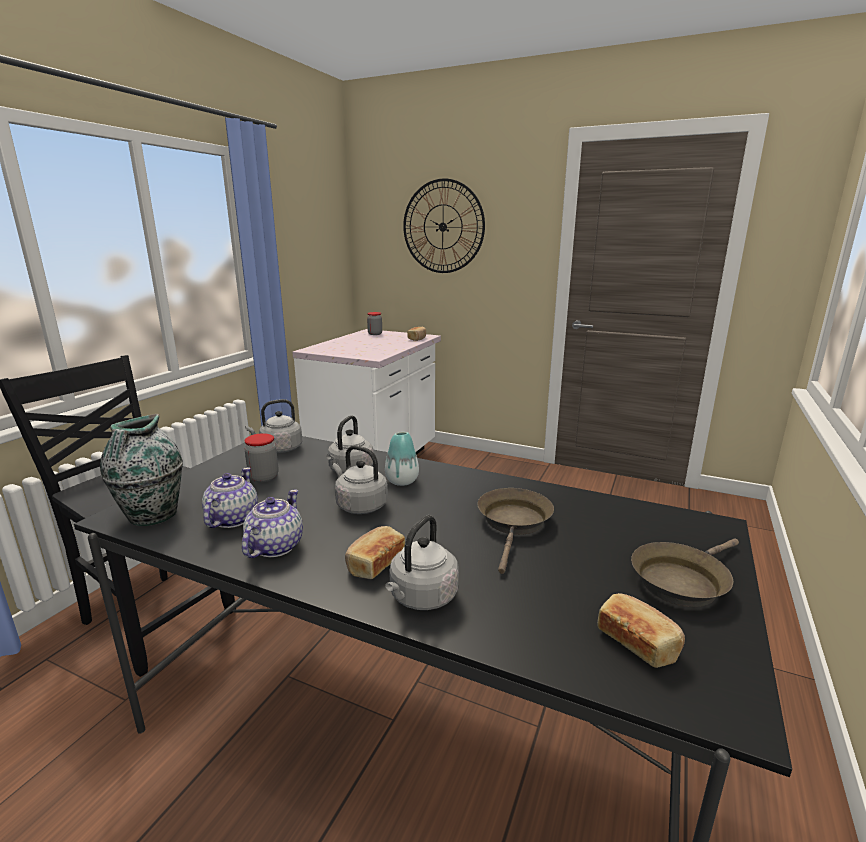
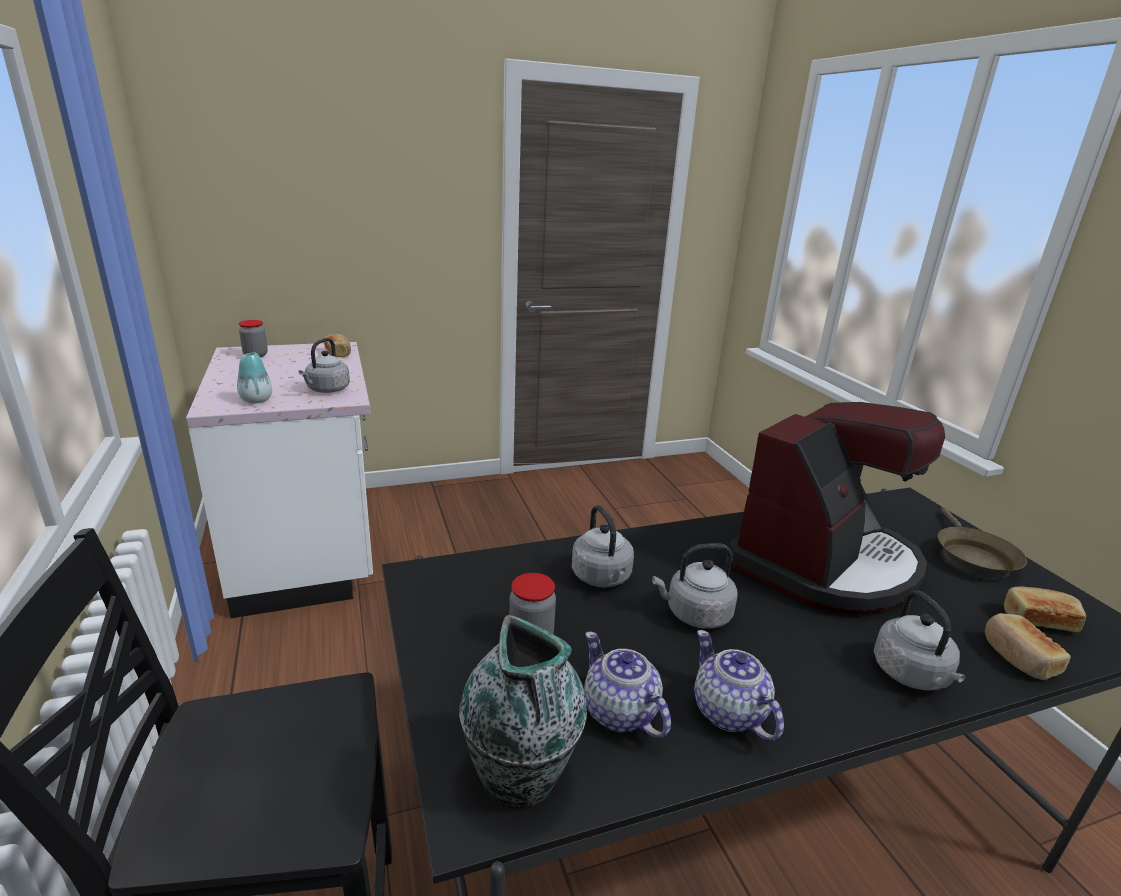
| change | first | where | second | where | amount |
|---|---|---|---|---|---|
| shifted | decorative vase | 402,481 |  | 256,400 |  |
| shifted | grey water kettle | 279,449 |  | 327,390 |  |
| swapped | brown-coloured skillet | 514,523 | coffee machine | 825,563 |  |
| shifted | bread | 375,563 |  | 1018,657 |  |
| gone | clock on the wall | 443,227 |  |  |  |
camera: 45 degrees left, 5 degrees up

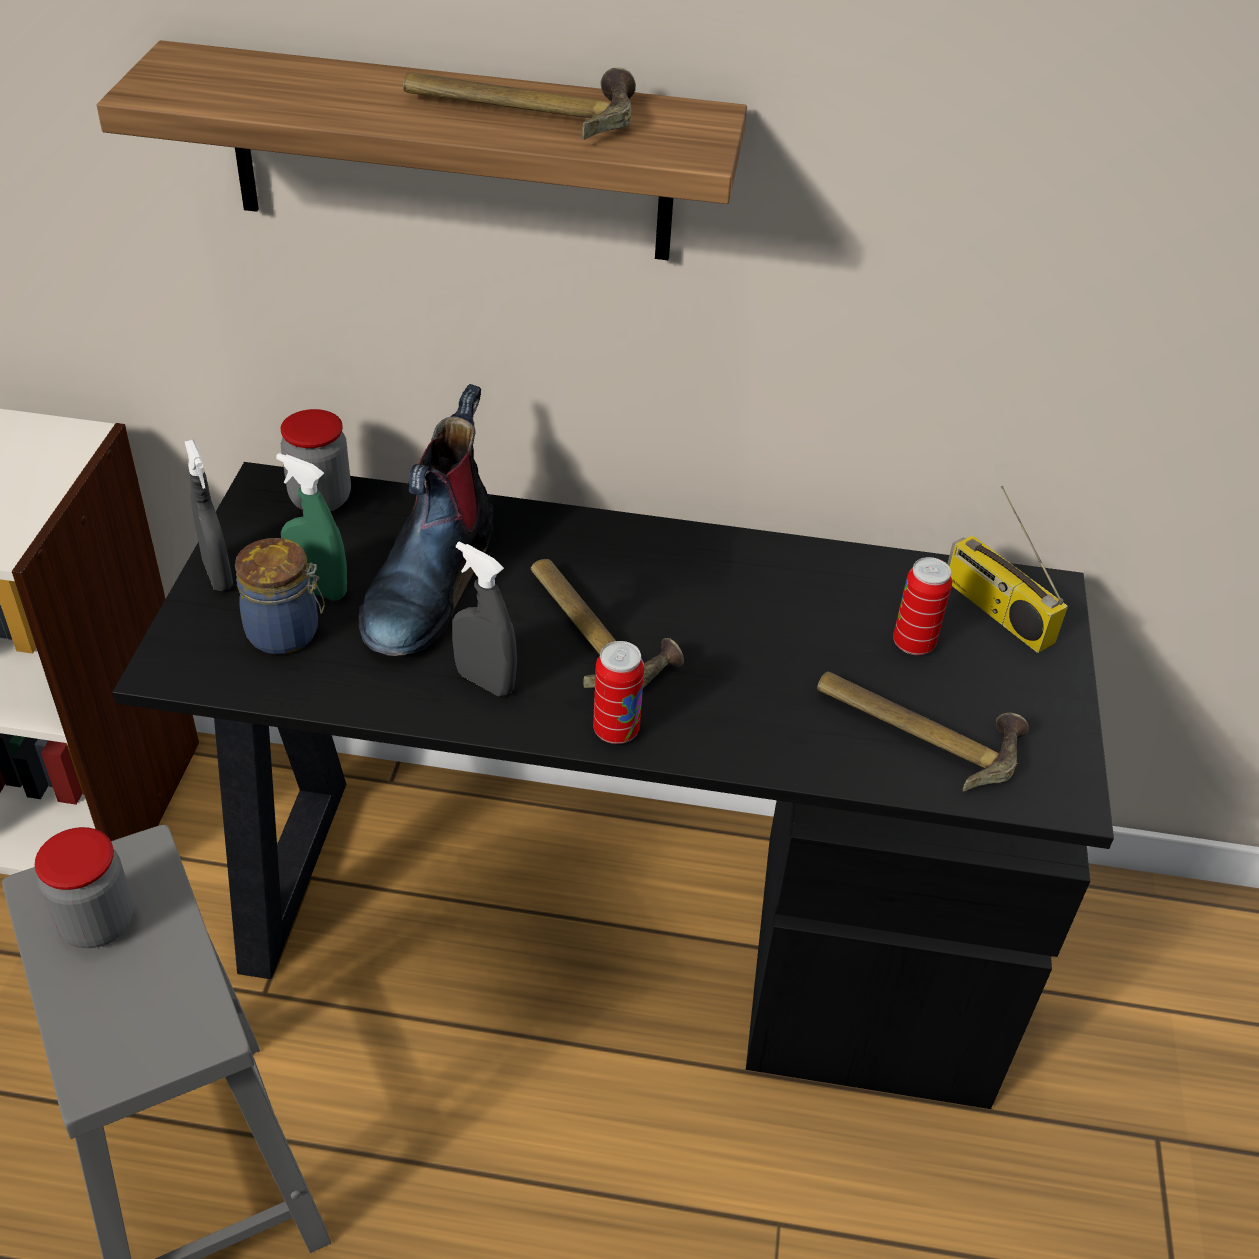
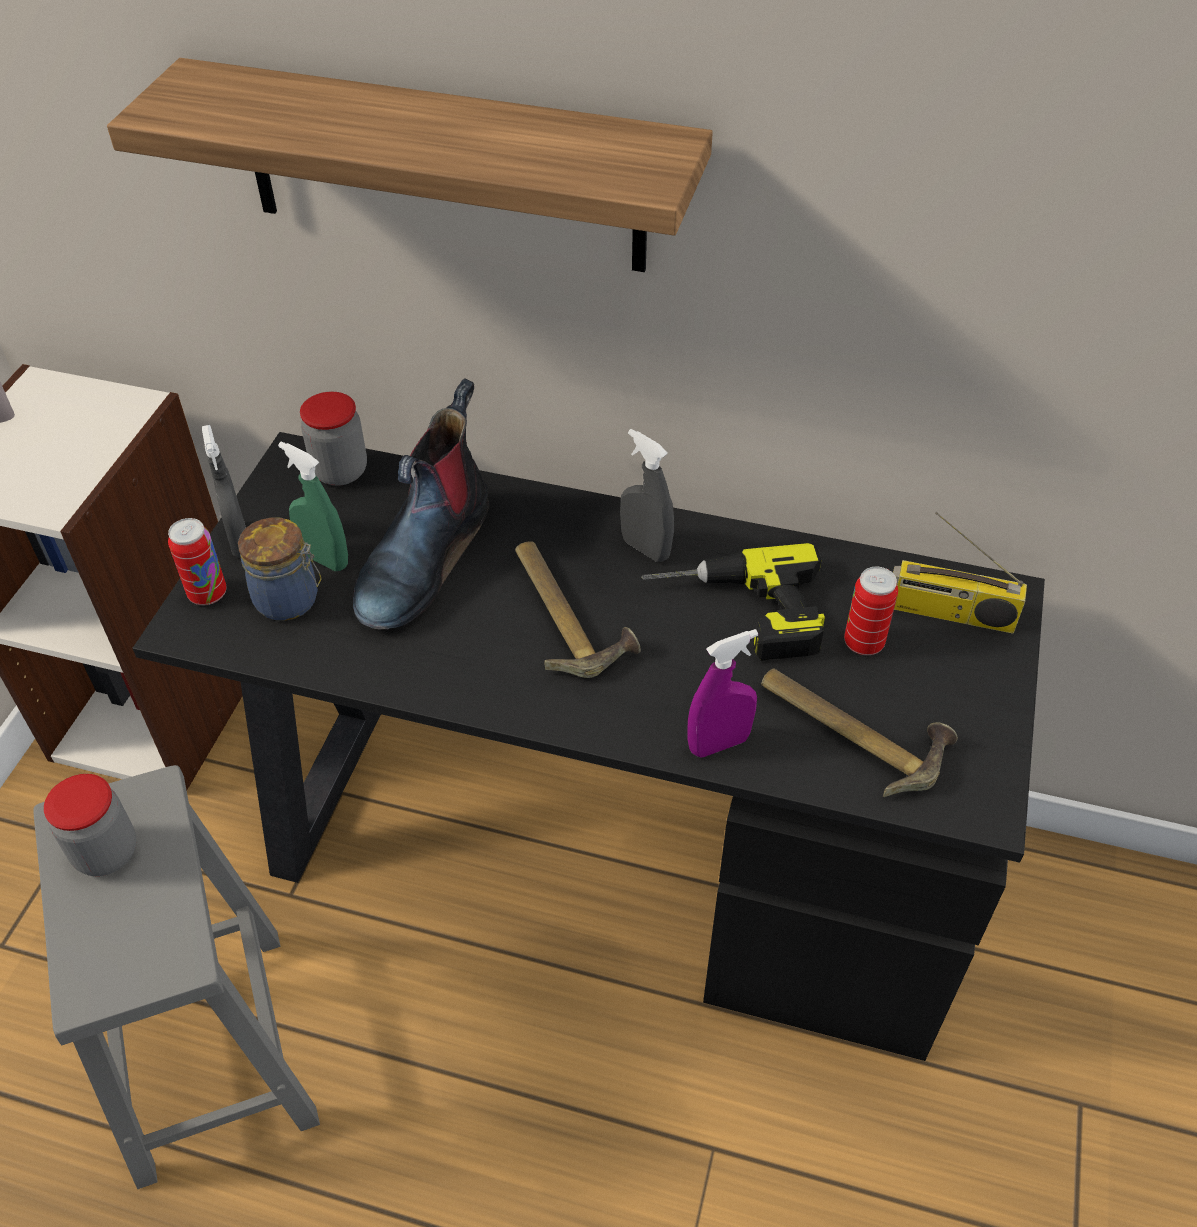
| change | first | where | second | where | amount |
|---|---|---|---|---|---|
| shifted | metal can | 616,730 |  | 207,594 |  |
| shifted | grey hand sprayer | 485,681 |  | 645,548 |  |
| new |  |  | drill | 738,614 |  |
| new |  |  | purplish hand sprayer | 718,744 |  |
| rotated | radio receiver | 995,610 |  | 949,613 | 45 degrees counterclockwise |
| gone | hand hammer | 520,109 |  |  |  |
camera: 10 degrees right, 5 degrees up

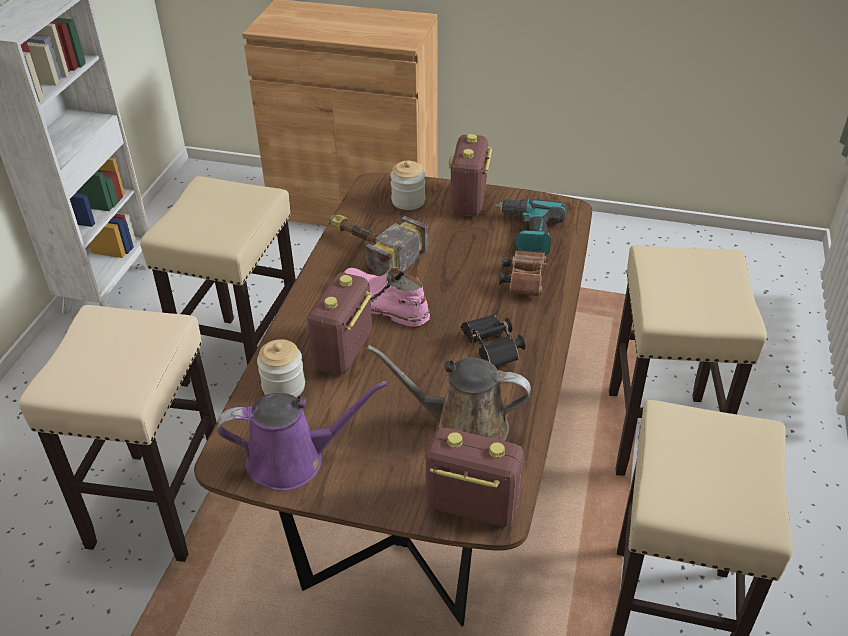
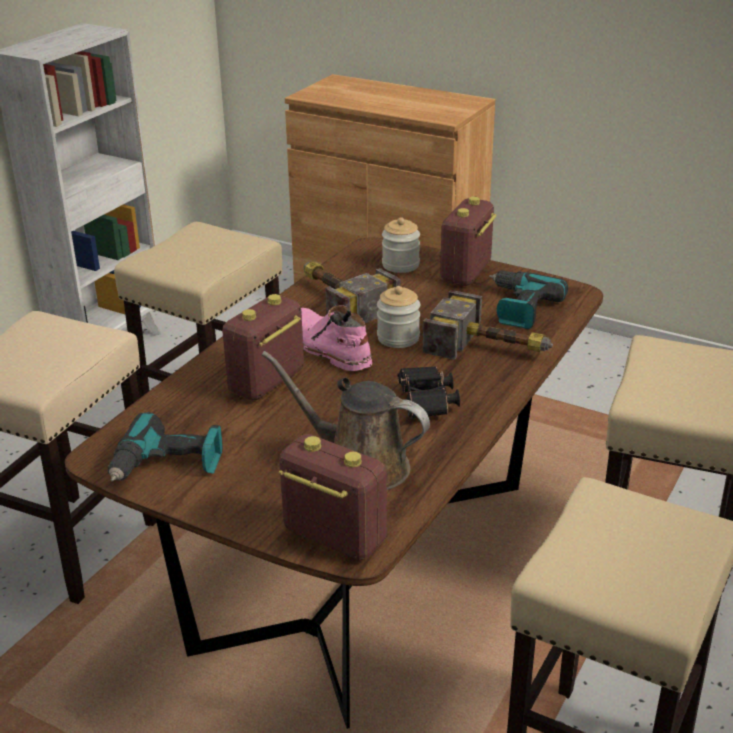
| change | first | where | second | where | amount |
|---|---|---|---|---|---|
| swapped | purplish sprinkling can | 293,460 | drill | 167,465 |  |
| shifted | preserve jar | 283,387 |  | 398,338 |  |
| swapped | brown-coloured field glasses | 523,280 | hand hammer | 492,348 |  |
camera: 15 degrees right, 10 degrees down

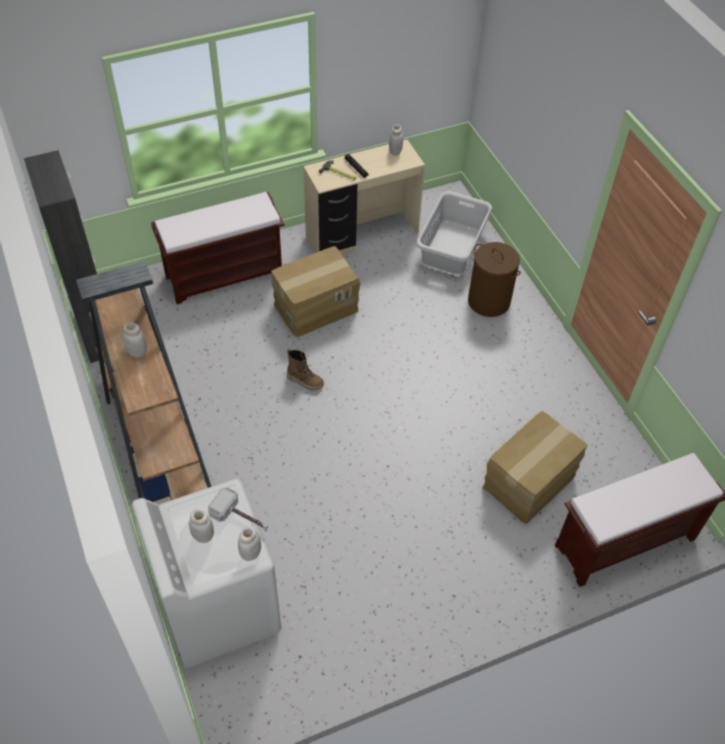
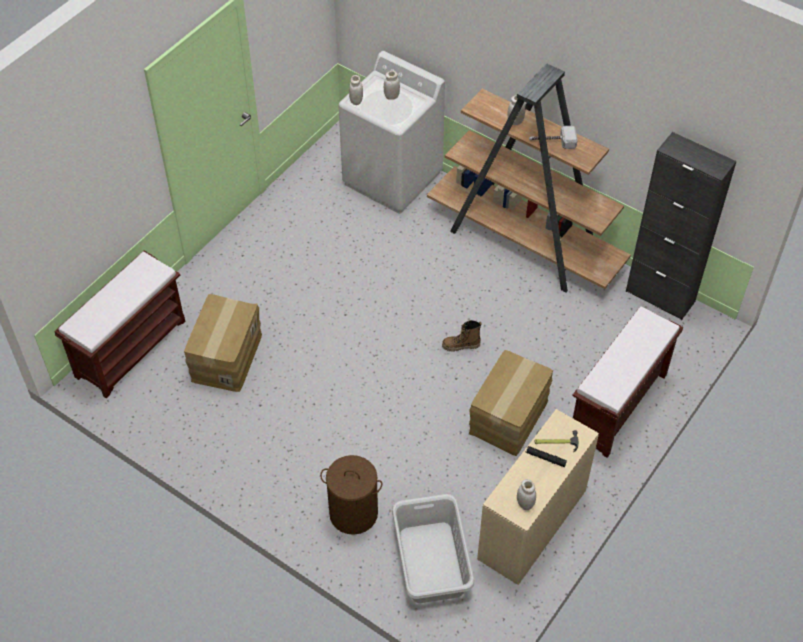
| change | first | where | second | where | amount |
|---|---|---|---|---|---|
| shifted | hand hammer | 241,517 |  | 552,142 |  |
camera: 150 degrees right, 0 degrees up

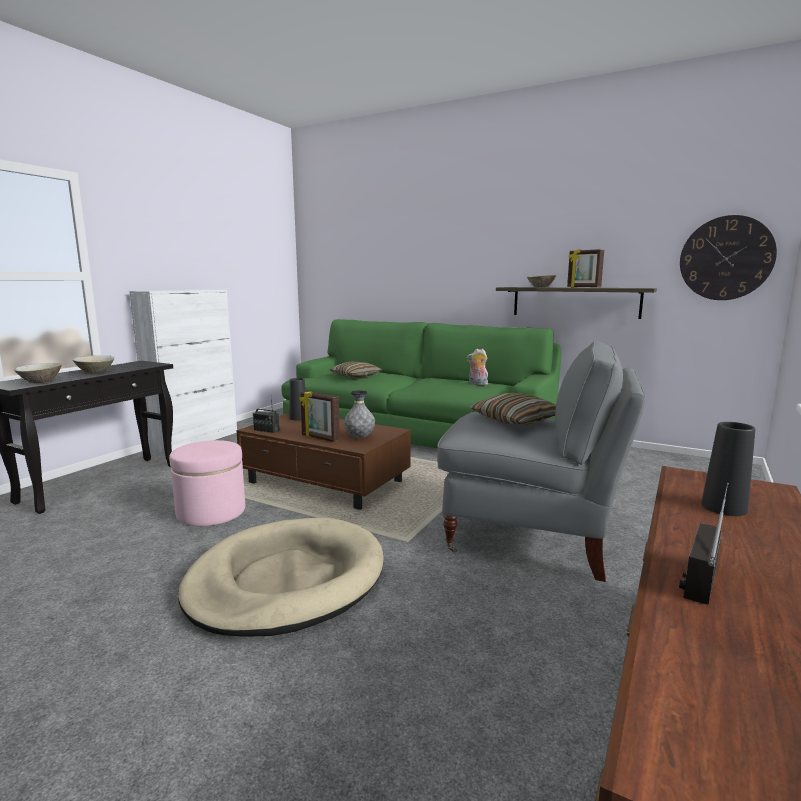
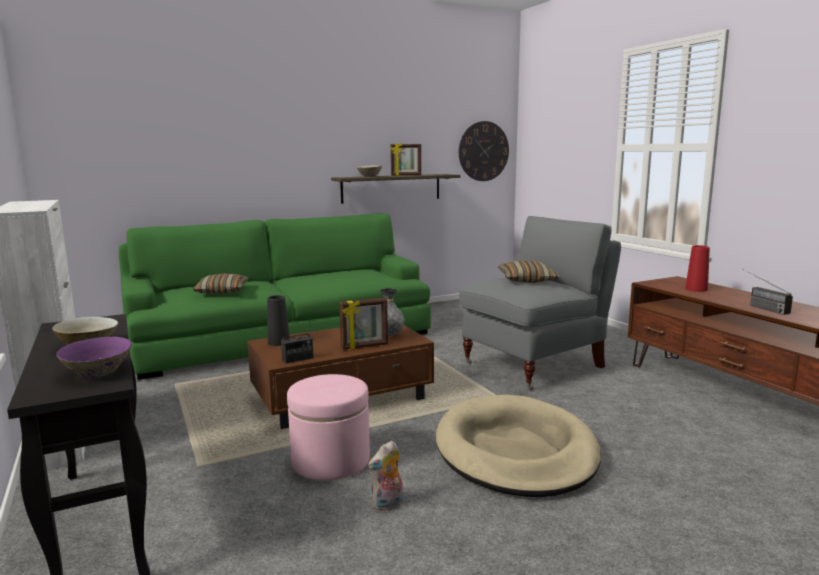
| change | first | where | second | where | amount |
|---|---|---|---|---|---|
| repainted | beige bowl | 40,381 | purplish bowl | 98,372 |  |
| shifted | plush toy | 477,384 |  | 388,505 |  |
| repainted | blackish decorative vase | 724,507 | reddish decorative vase | 696,289 |  |
camera: 55 degrees left, 0 degrees up

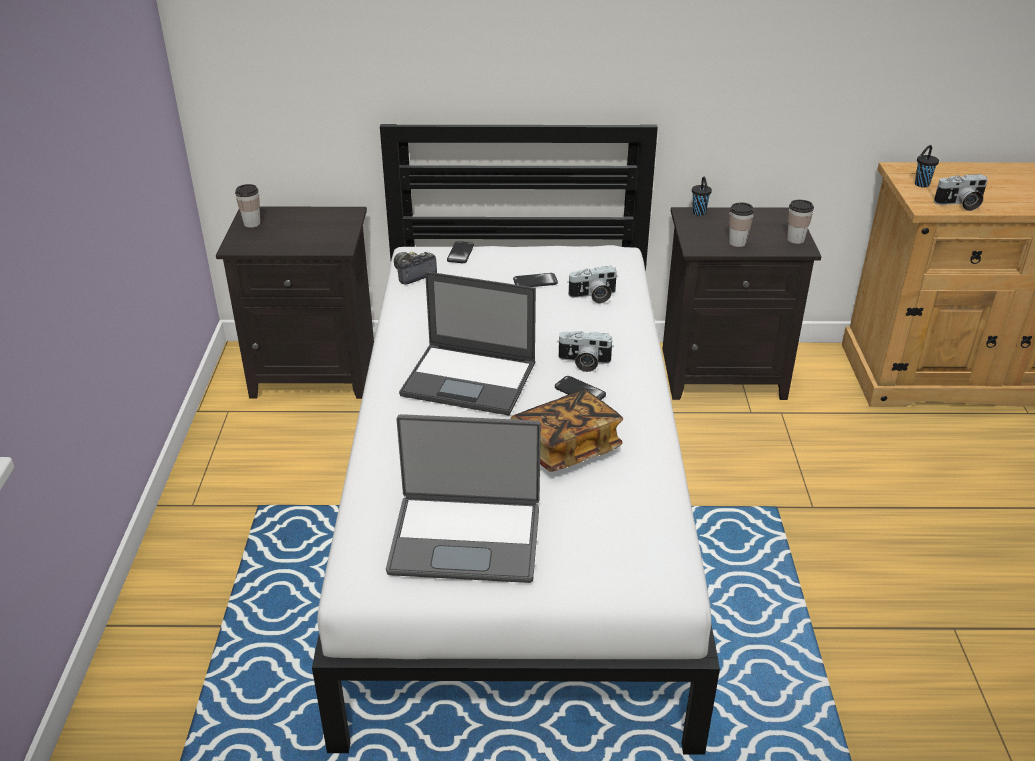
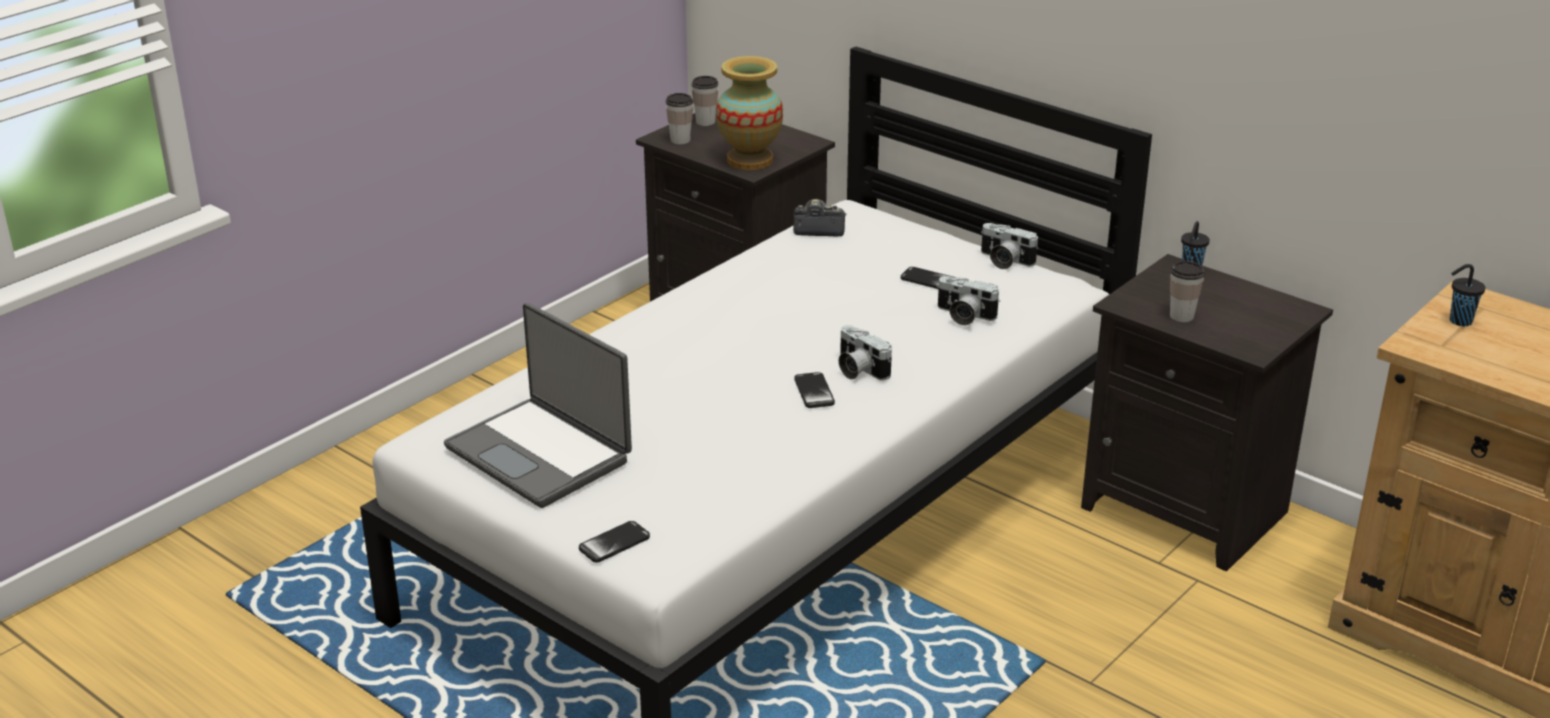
| change | first | where | second | where | amount |
|---|---|---|---|---|---|
| shifted | phone | 460,253 |  | 614,543 |  |
| shifted | small cup | 795,239 |  | 680,140 |  |
| new |  |  | decorative vase | 750,160 |  |
| shifted | still camera | 960,204 |  | 1004,261 |  |
| gone | notebook computer | 470,379 |  |  |  |
| gone | volume | 565,448 |  |  |  |
camera: 40 degrees right, 5 degrees down

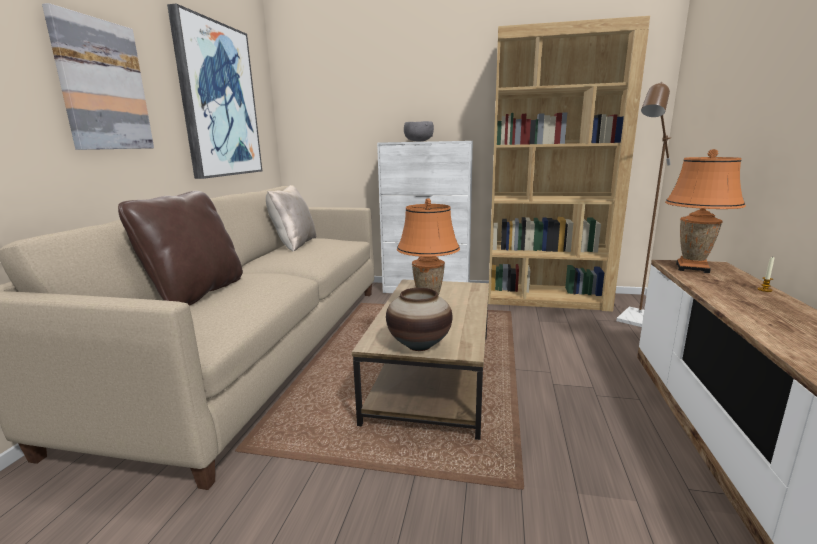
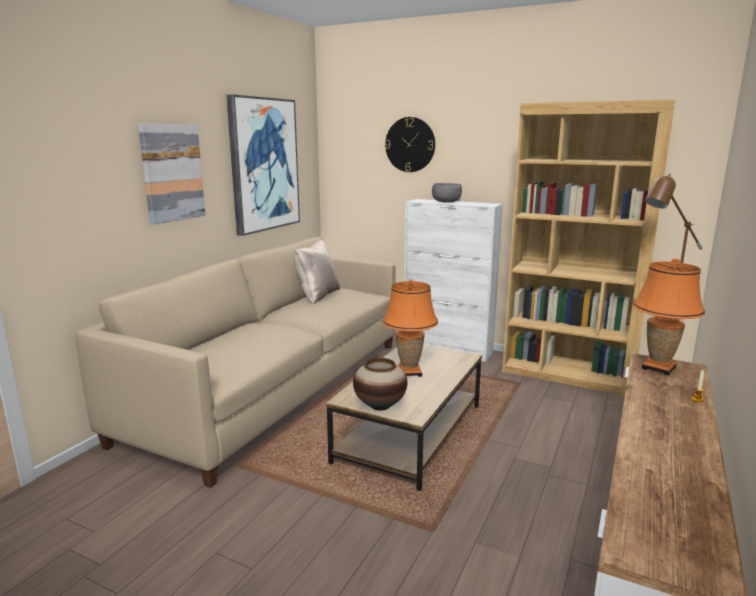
| change | first | where | second | where | amount |
|---|---|---|---|---|---|
| new |  |  | clock on the wall | 410,144 |  |
| gone | brown-coloured cushion | 196,293 |  |  |  |
camera: 15 degrees right, 0 degrees up

